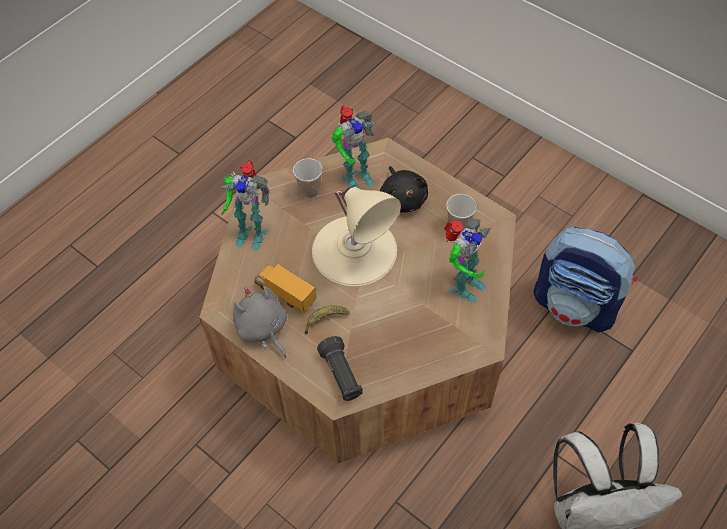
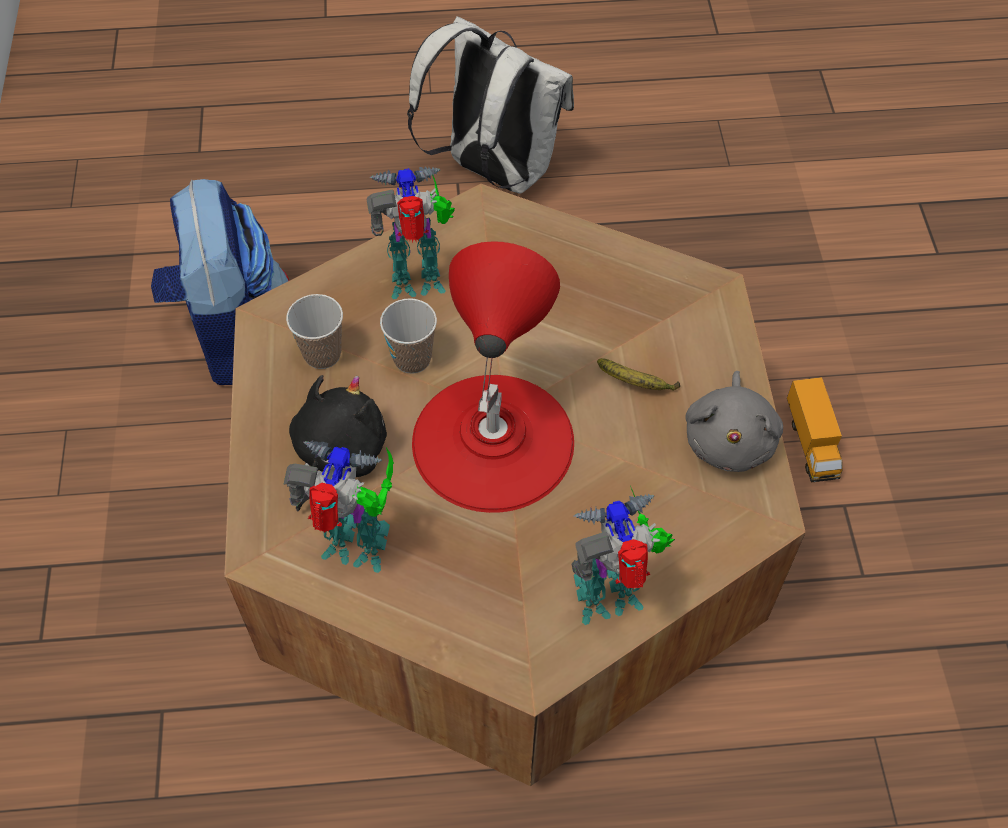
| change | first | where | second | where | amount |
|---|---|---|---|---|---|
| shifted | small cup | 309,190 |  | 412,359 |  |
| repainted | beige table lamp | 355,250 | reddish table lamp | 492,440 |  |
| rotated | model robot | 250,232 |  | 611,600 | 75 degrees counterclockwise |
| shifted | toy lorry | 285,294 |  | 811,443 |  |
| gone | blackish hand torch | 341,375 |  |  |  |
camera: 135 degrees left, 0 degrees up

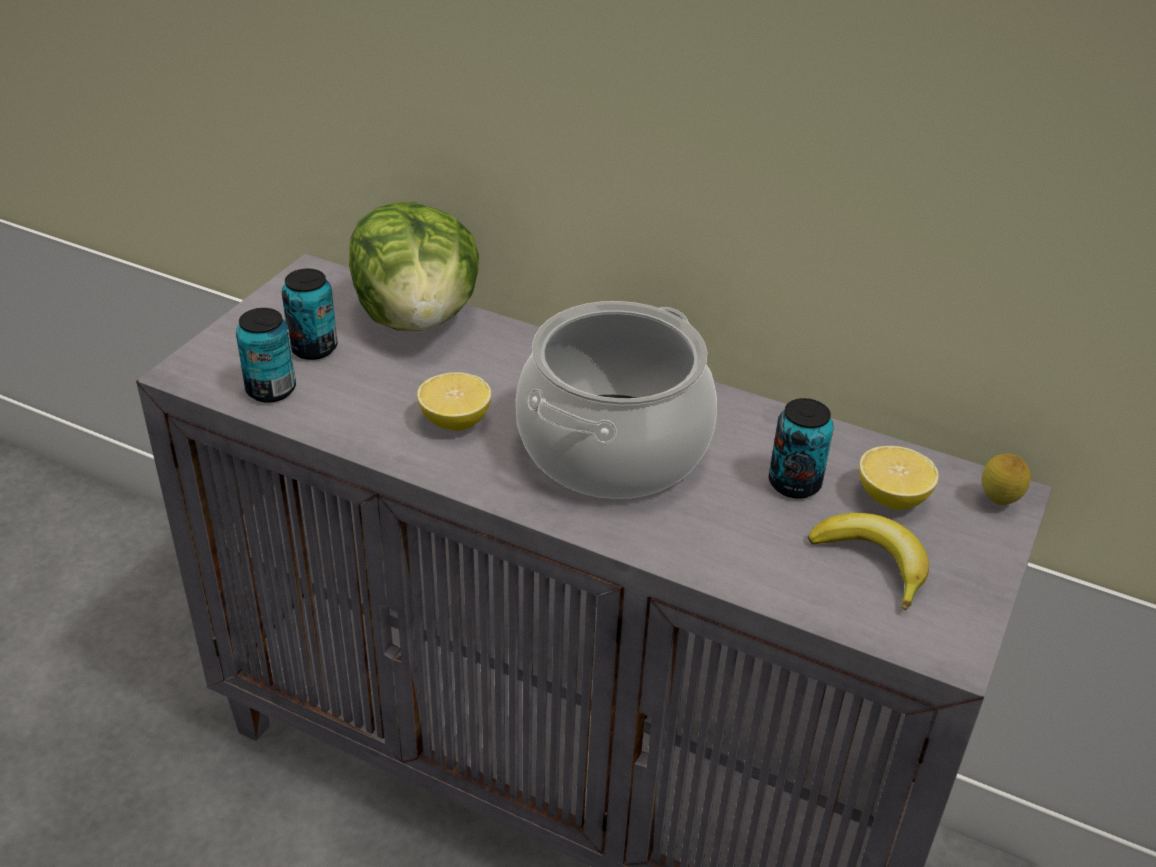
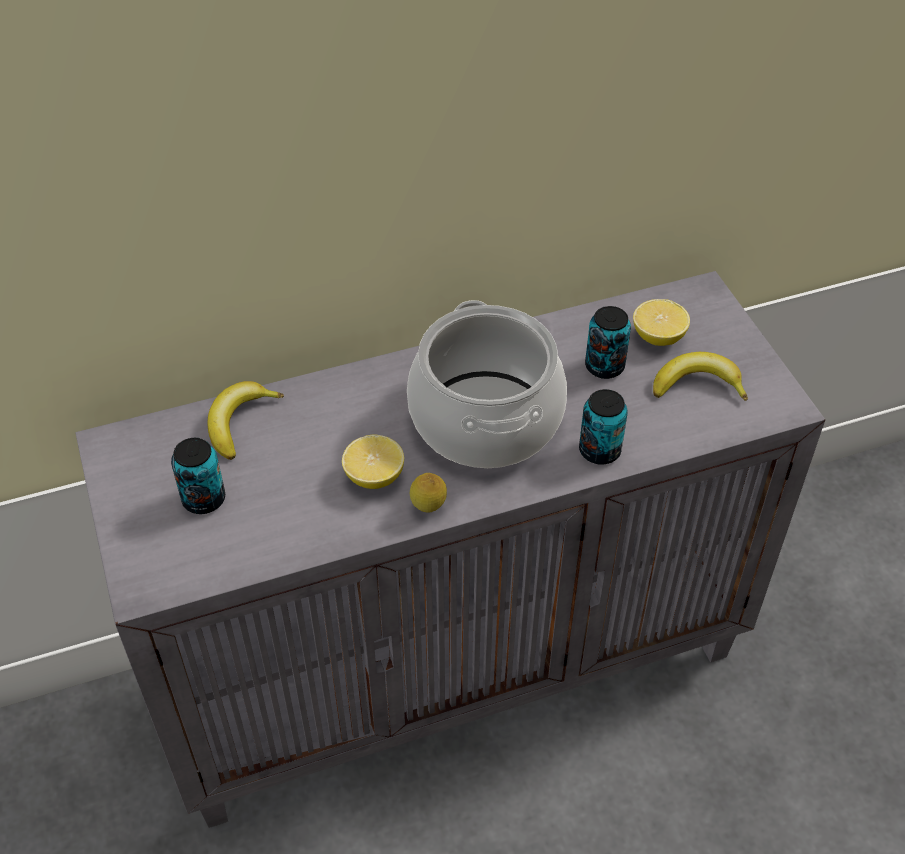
| change | first | where | second | where | amount |
|---|---|---|---|---|---|
| swapped | lettuce | 418,318 | whole banana | 239,422 |  |
| shifted | lemon | 997,503 |  | 428,509 |  |
| shifted | metal can | 271,390 |  | 599,450 |  |
camera: 45 degrees left, 10 degrees up

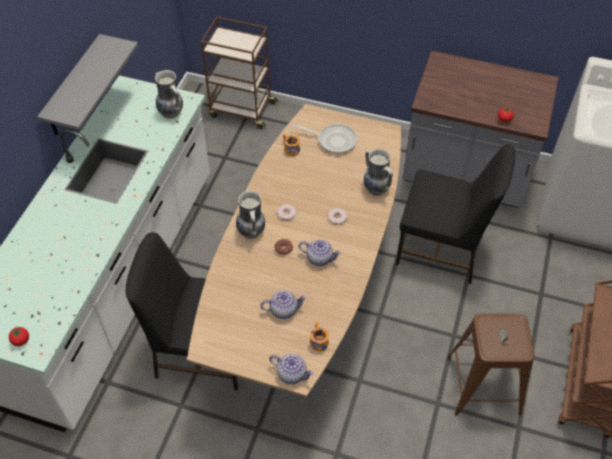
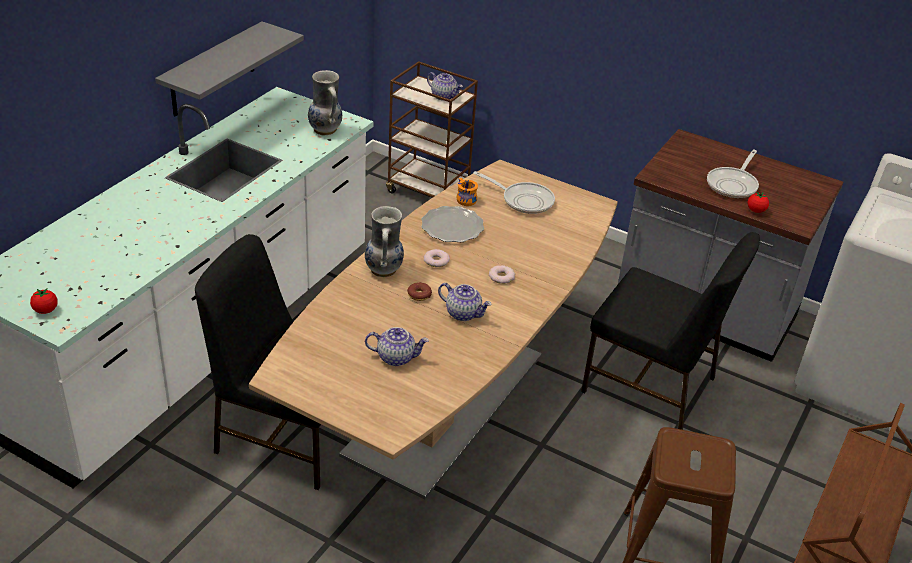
| change | first | where | second | where | amount |
|---|---|---|---|---|---|
| new |  |  | plate | 452,227 |  |
| shifted | pot for tea | 292,373 |  | 444,96 |  |
| new |  |  | skillet | 733,184 |  |
| gone | orangey coffee mug | 317,341 |  |  |  |
| gone | decorative vase | 376,189 |  |  |  |
camera: 10 degrees right, 15 degrees down

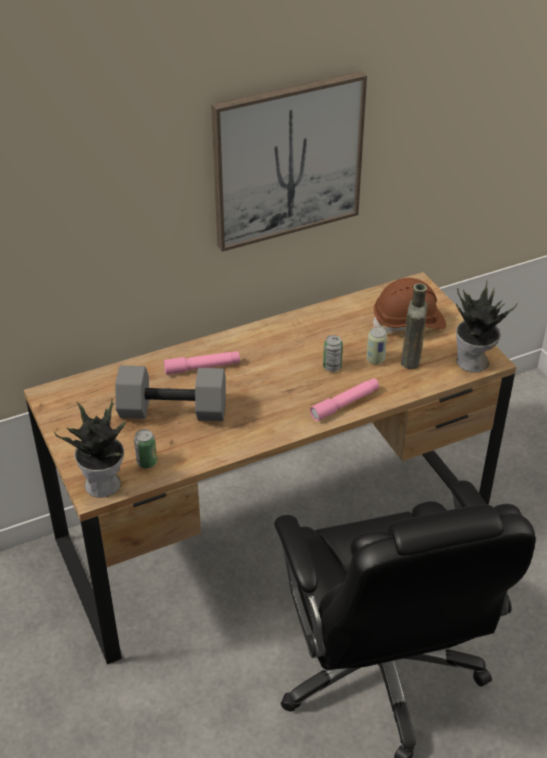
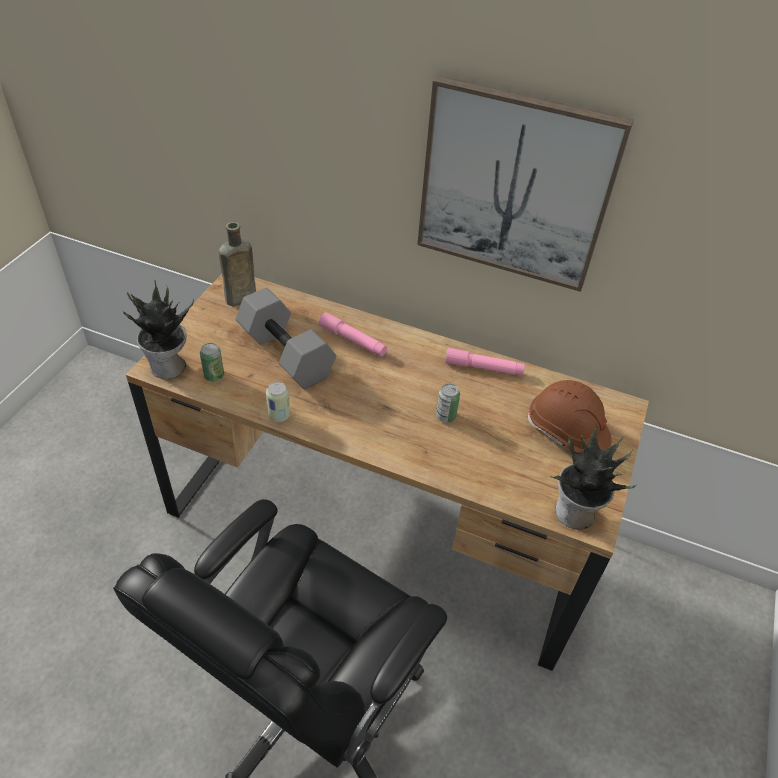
| change | first | where | second | where | amount |
|---|---|---|---|---|---|
| shifted | brown-coloured bottle | 411,360 |  | 238,299 |  |
| shifted | metal can | 375,359 |  | 279,416 |  |
| shifted | pink-coloured hand torch | 345,404 |  | 483,368 |  |
camera: 45 degrees right, 5 degrees up

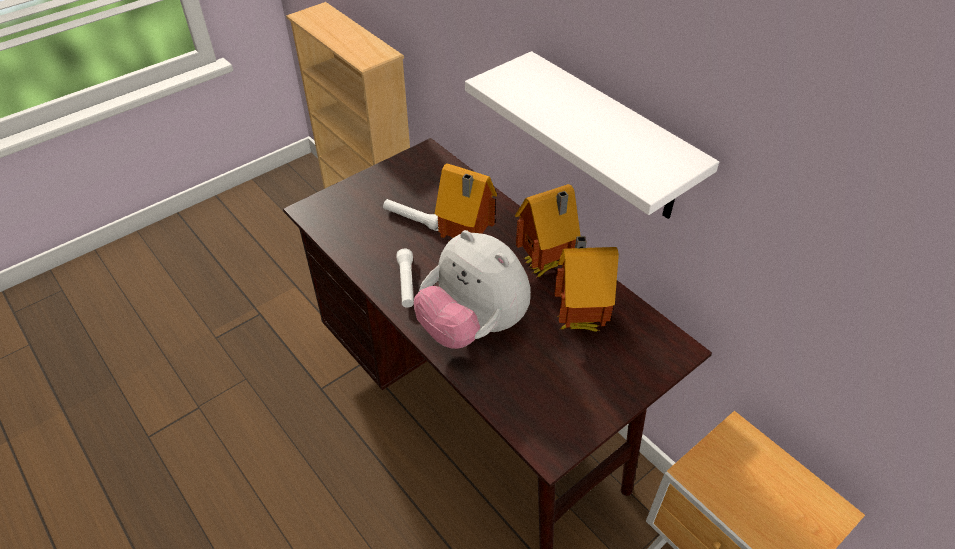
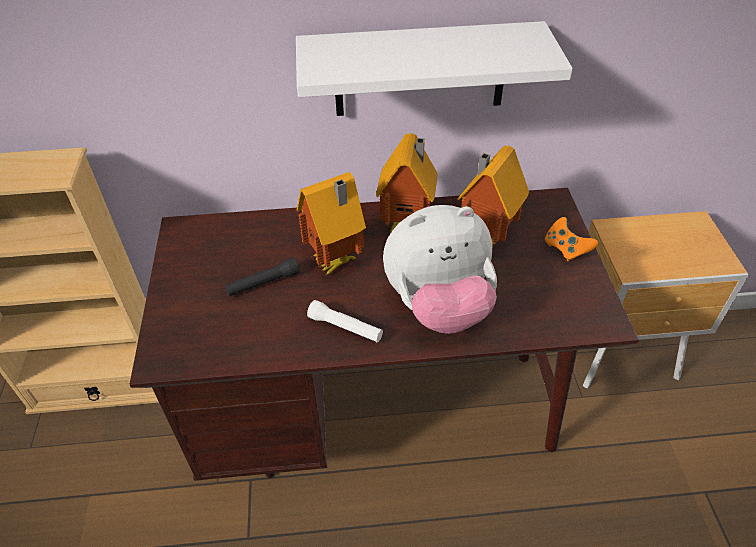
| change | first | where | second | where | amount |
|---|---|---|---|---|---|
| repainted | white-coloured hand torch | 412,219 | blackish hand torch | 263,283 |  |
| new |  |  | orangey game controller | 566,248 |  |
camera: 55 degrees left, 0 degrees up

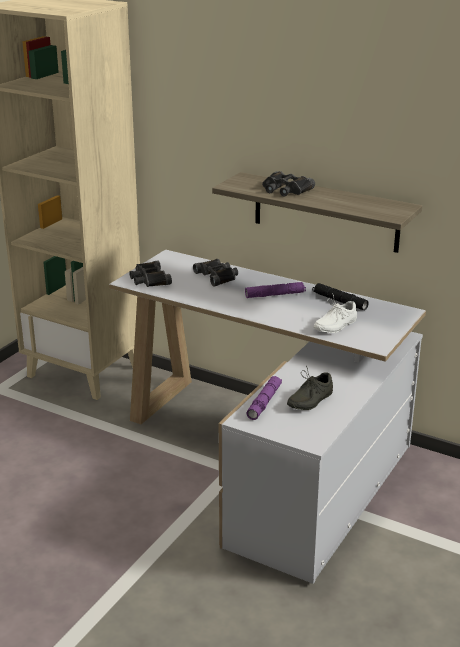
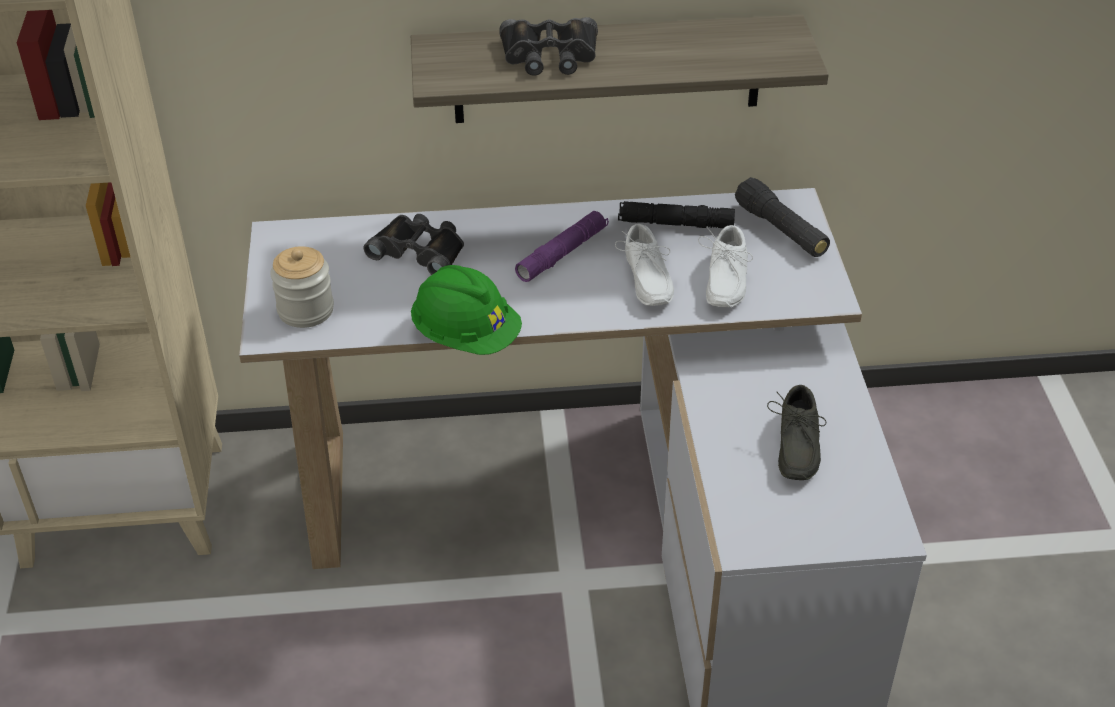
| change | first | where | second | where | amount |
|---|---|---|---|---|---|
| swapped | blackish field glasses | 149,279 | preserve jar | 306,310 |  |
| new |  |  | green-coloured hard hat | 466,336 |  |
| new |  |  | white-coloured low shoe | 644,280 |  |
| new |  |  | blackish hand torch | 781,230 |  |
| gone | purplish hand torch | 264,402 |  |  |  |
camera: 35 degrees left, 15 degrees up

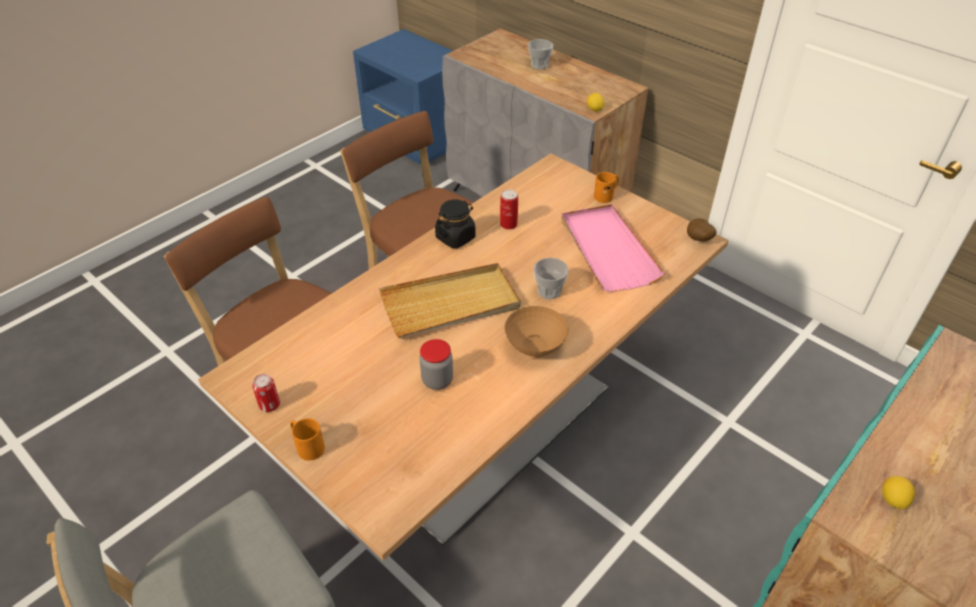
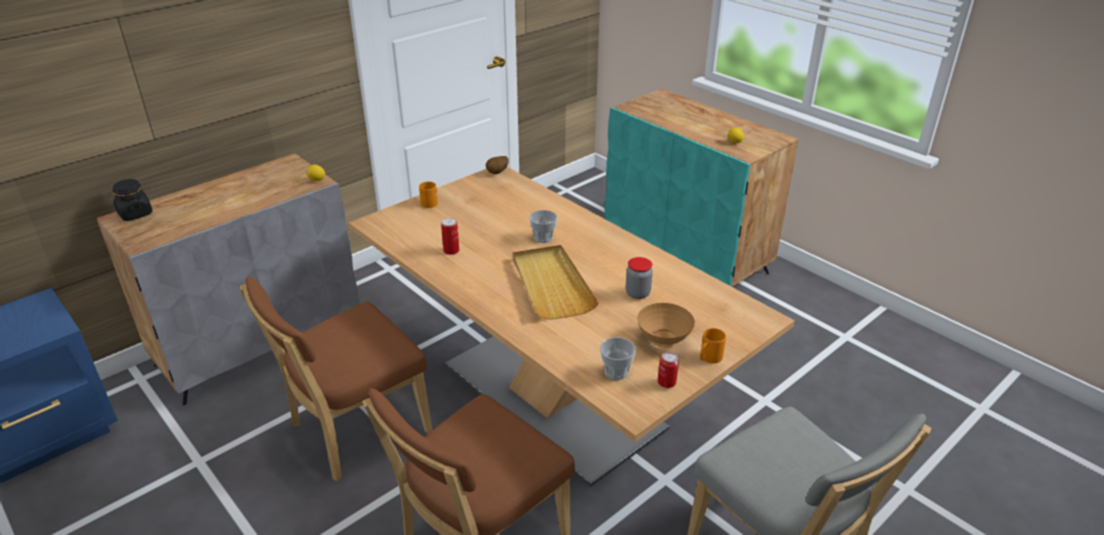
| change | first | where | second | where | amount |
|---|---|---|---|---|---|
| shifted | blackish preserve jar | 455,237 |  | 135,214 |  |
| shifted | small cup | 539,65 |  | 616,372 |  |
| shifted | brown-coloured bowl | 534,348 |  | 663,341 |  |
| gone | pink-coloured serving tray | 607,250 |  |  |  |
camera: 85 degrees left, 10 degrees down

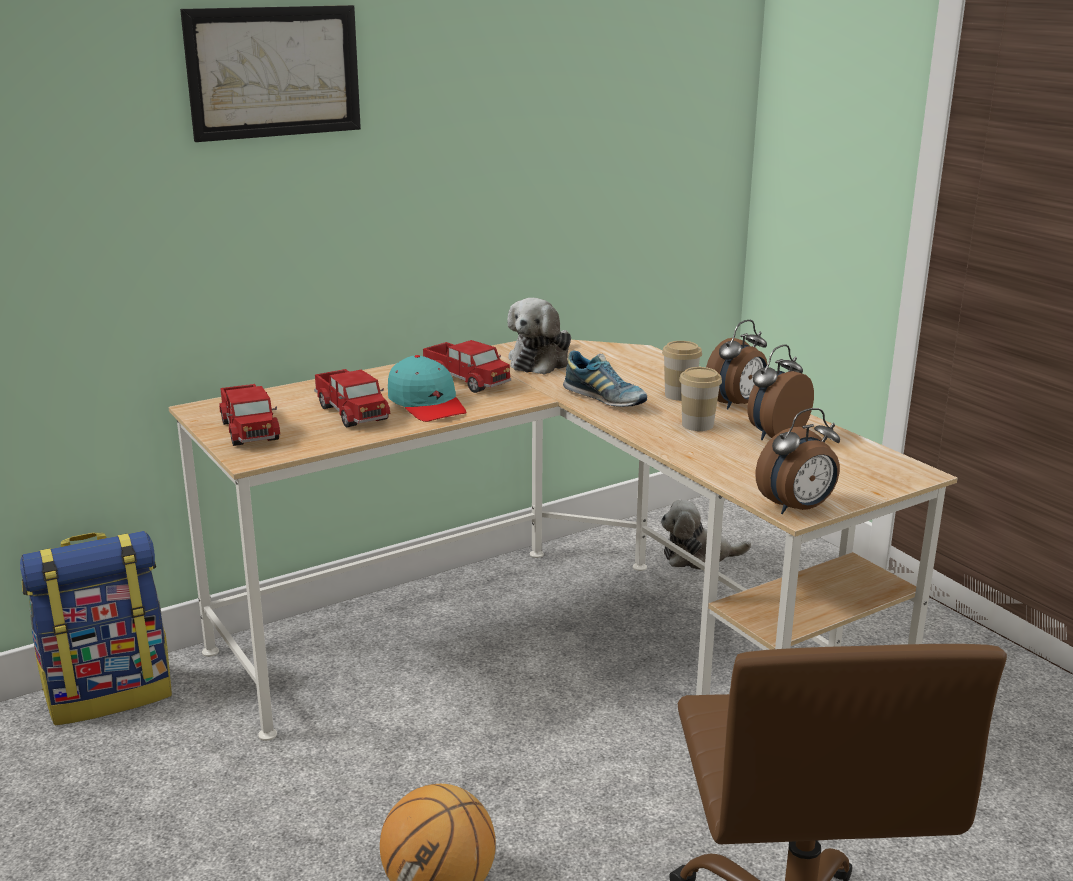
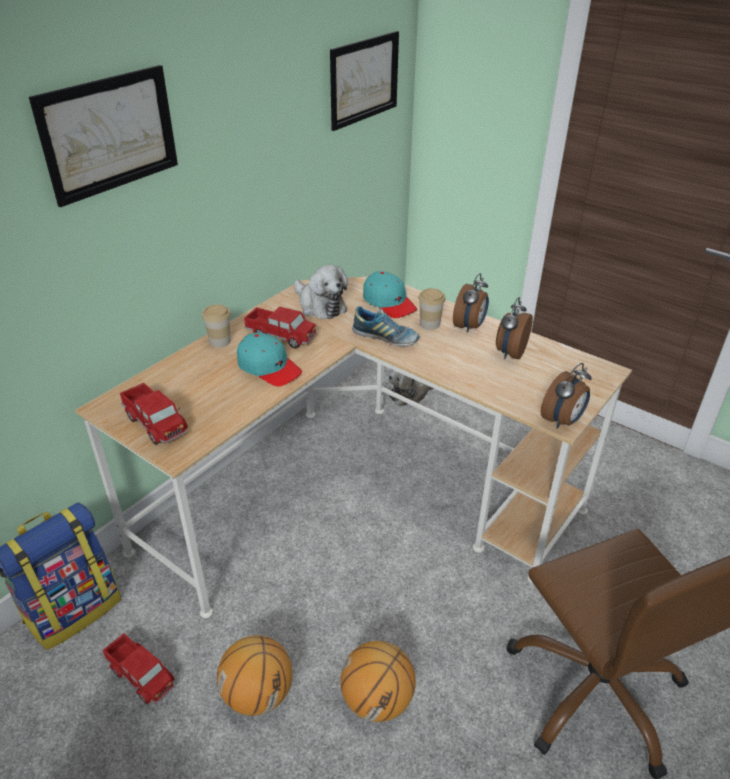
| change | first | where | second | where | amount |
|---|---|---|---|---|---|
| shifted | toy lorry | 352,412 |  | 141,675 |  |
| shifted | small cup | 697,425 |  | 220,341 |  |
| new |  |  | basketball ball | 258,694 |  |
| rotated | plush toy | 541,361 |  | 320,305 | 45 degrees counterclockwise |
| new |  |  | wall art | 364,79 |  |
| new |  |  | blue-green cap | 389,302 |  |
camera: 20 degrees left, 15 degrees up

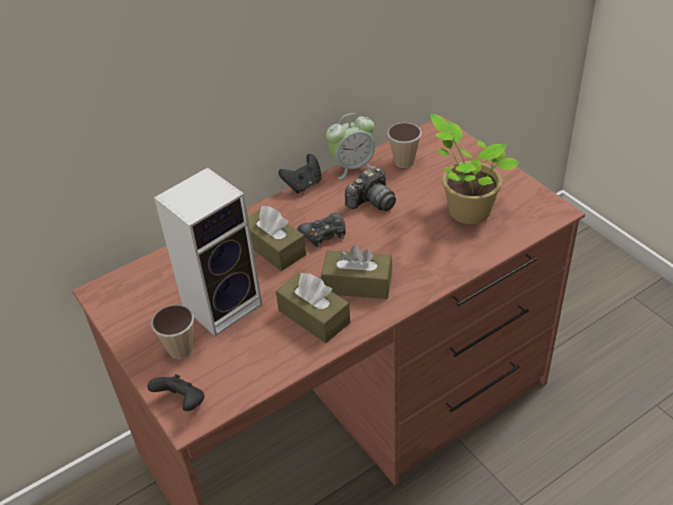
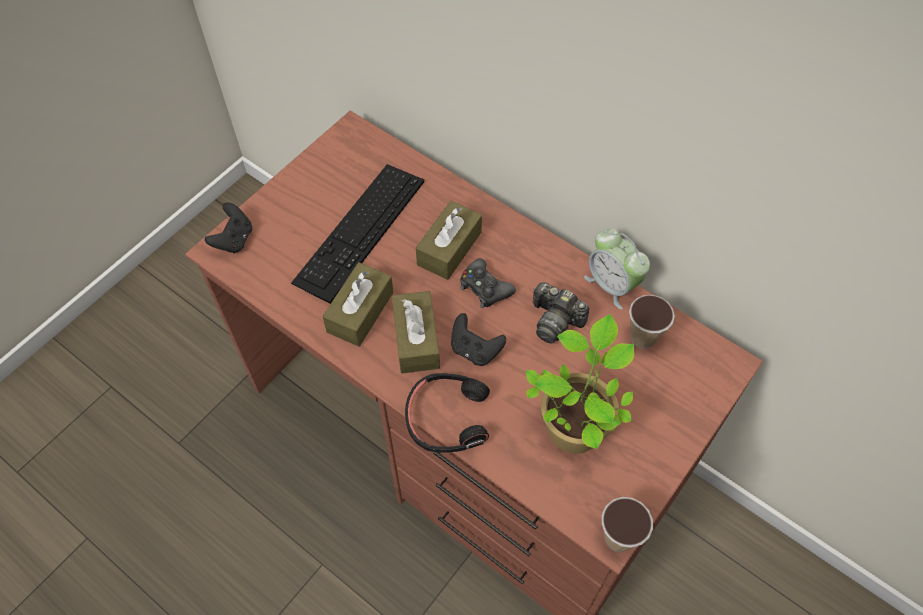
| change | first | where | second | where | amount |
|---|---|---|---|---|---|
| swapped | speaker | 224,303 | computer keyboard | 360,230 |  |
| new |  |  | blackish headset | 447,418 |  |
| shifted | blackish game controller | 303,185 |  | 475,350 |  |
| shifted | small cup | 181,349 |  | 618,538 |  |
camera: 70 degrees right, 15 degrees up

